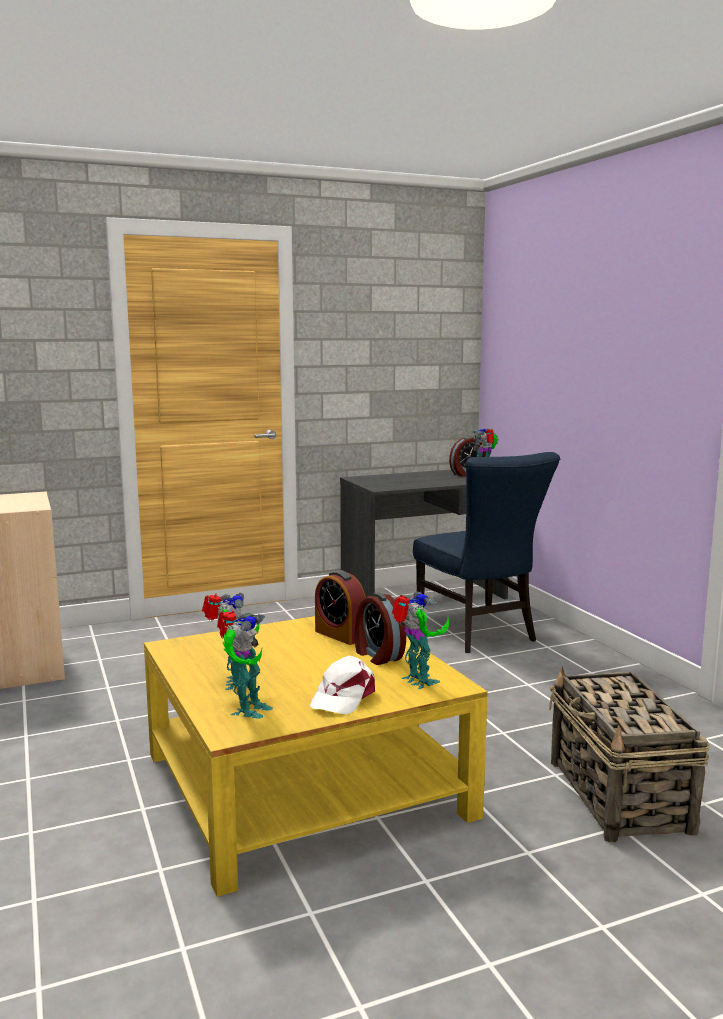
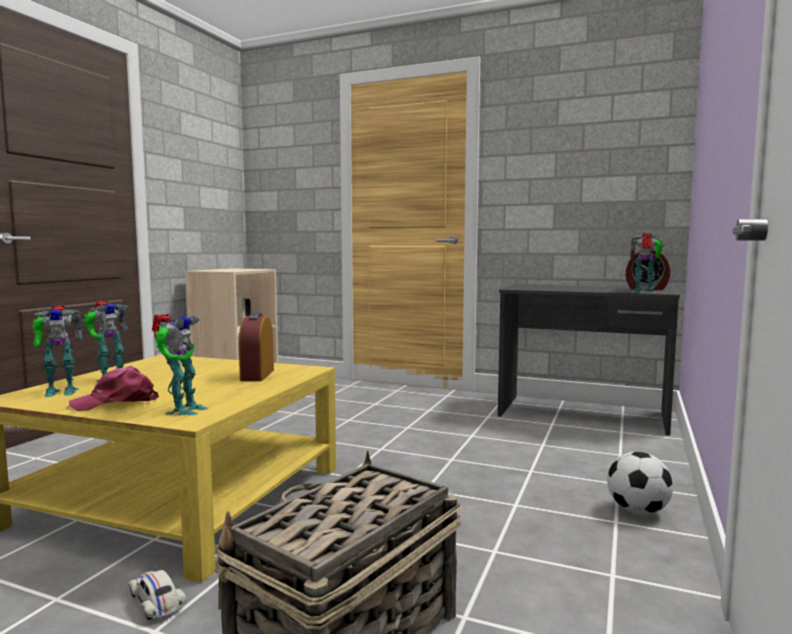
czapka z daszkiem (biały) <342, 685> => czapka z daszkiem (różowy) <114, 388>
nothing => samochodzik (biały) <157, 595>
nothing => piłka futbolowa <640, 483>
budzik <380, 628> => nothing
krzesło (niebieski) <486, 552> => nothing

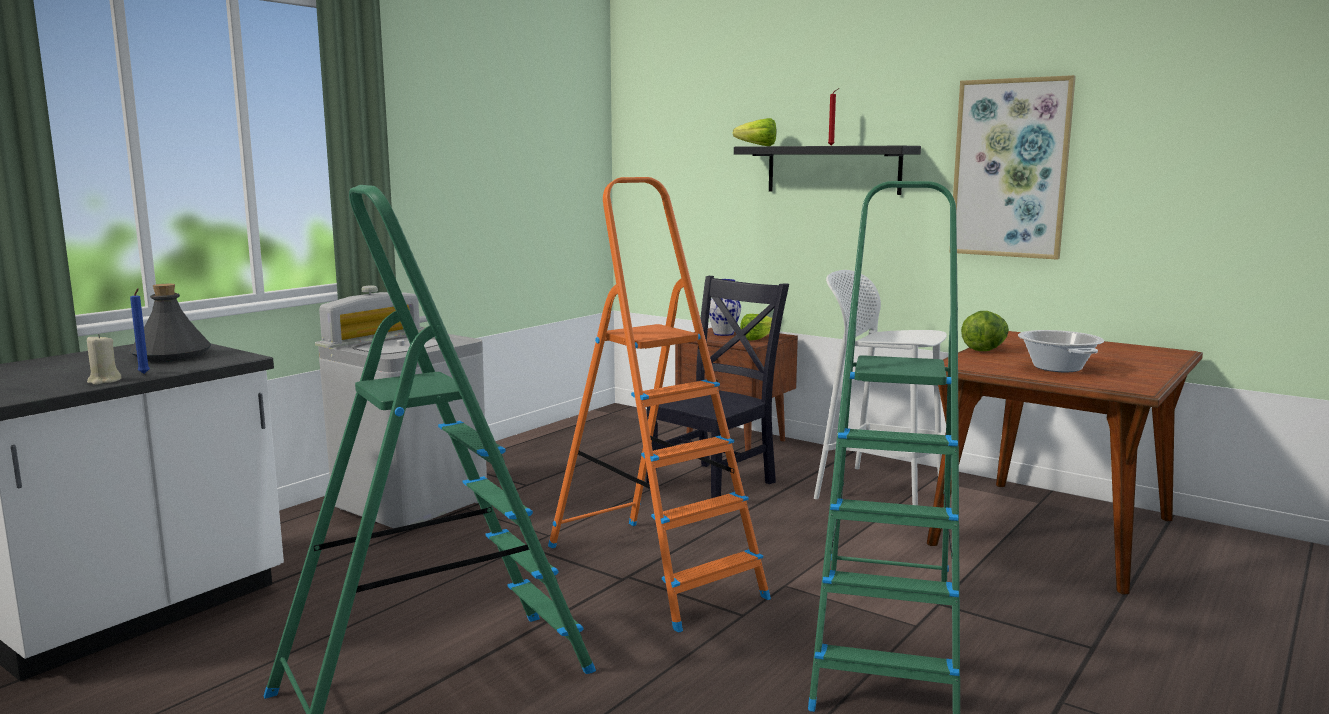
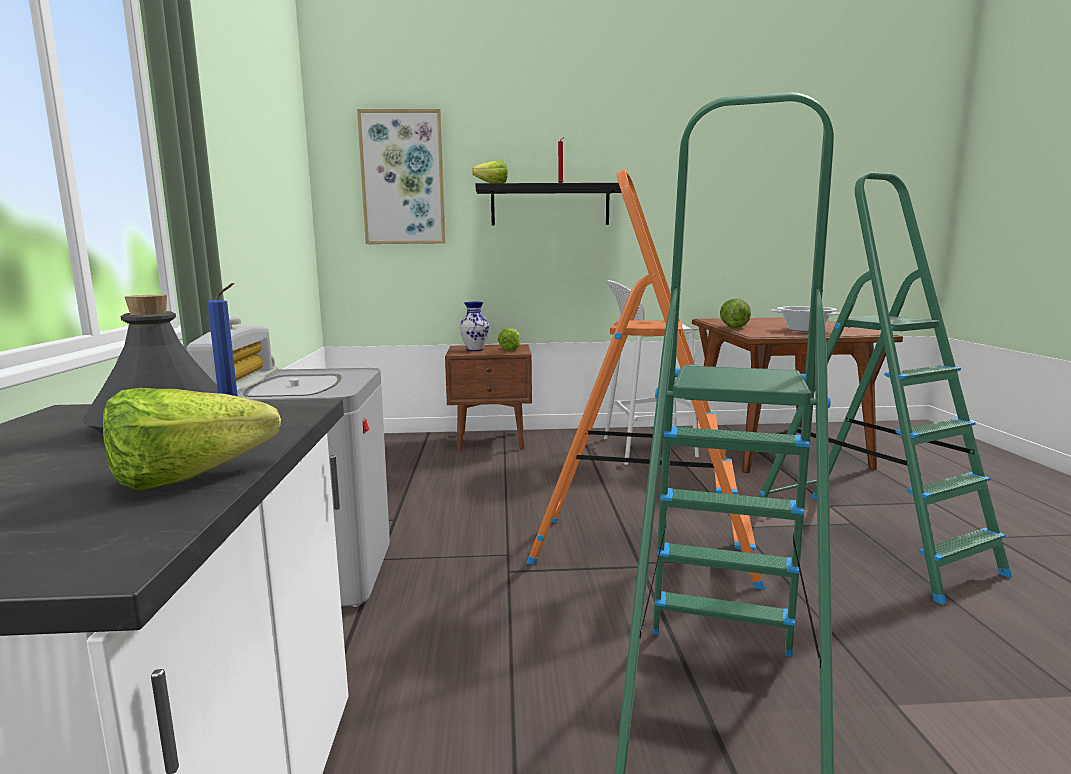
świeca (beżowy) <104, 359> => sałata <192, 439>
obraz <1012, 167> => obraz <401, 176>, move
krzesło (czarny) <718, 387> => nothing

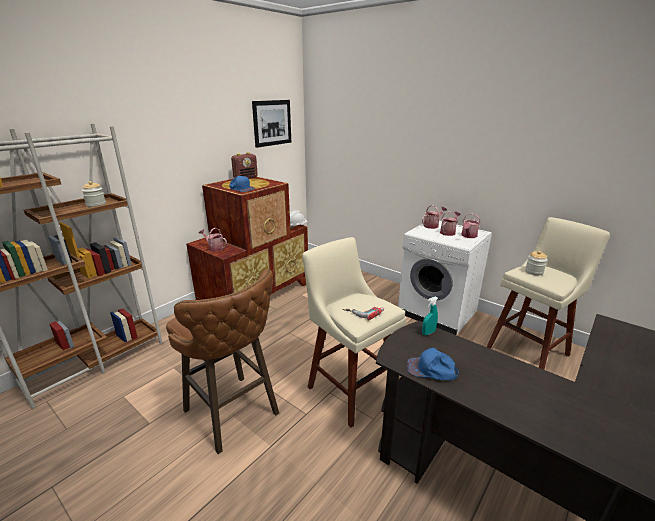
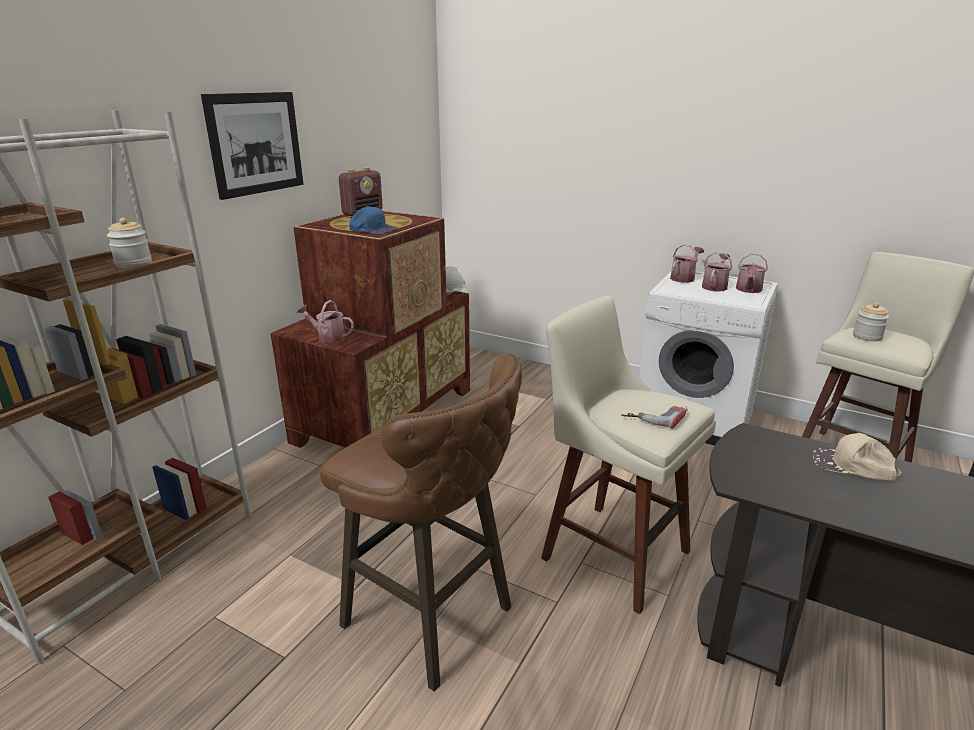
obraz <271, 124> => obraz <252, 146>, move
nothing => czapka z daszkiem (beżowy) <857, 457>
czapka z daszkiem (niebieski) <433, 364> => nothing
spryskiwacz (turkusowy) <430, 316> => nothing

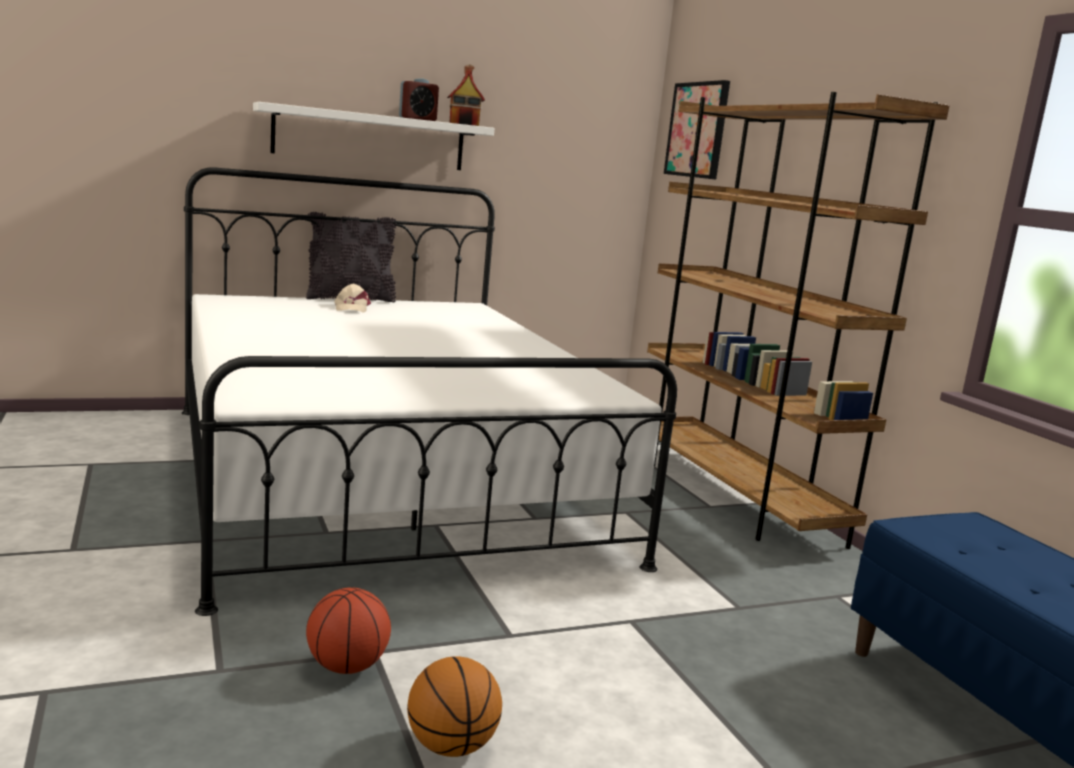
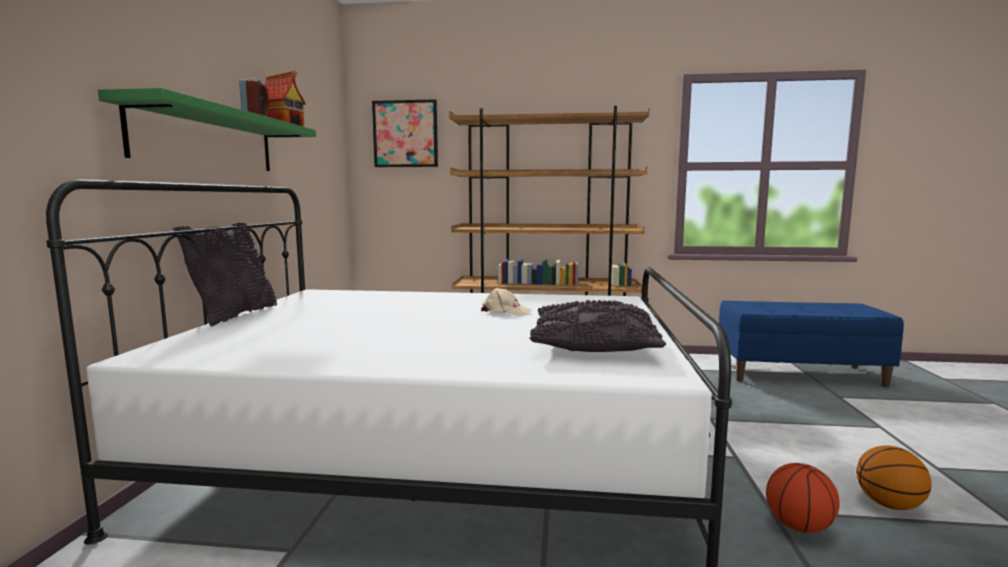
półka (biały) <374, 136> => półka (zielony) <207, 129>
czapka z daszkiem (beżowy) <352, 298> => czapka z daszkiem (beżowy) <506, 302>, move
nothing => poduszka (czarny) <597, 326>

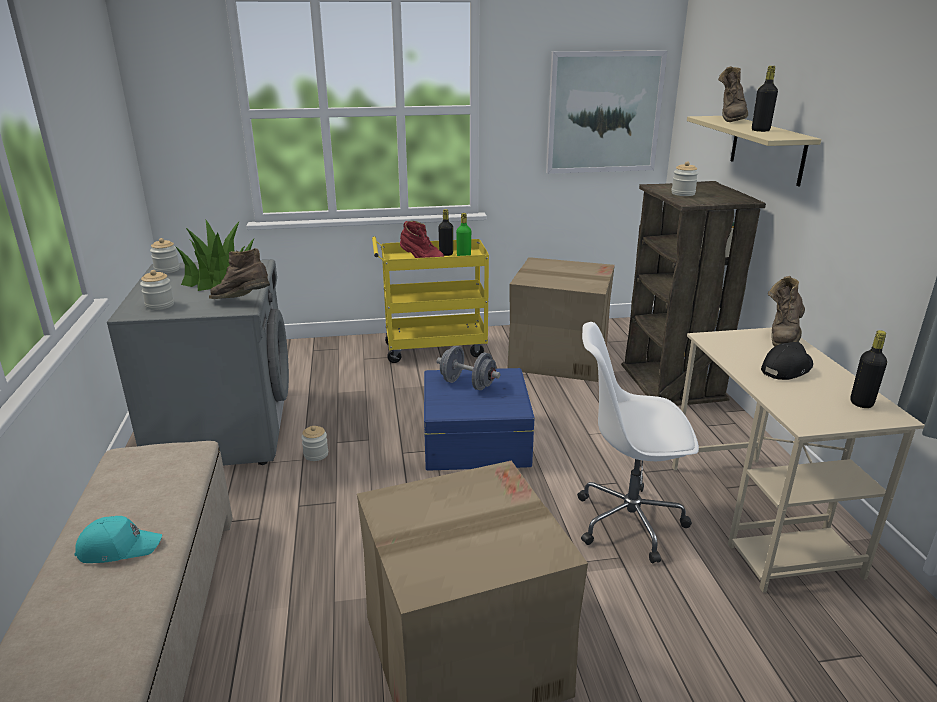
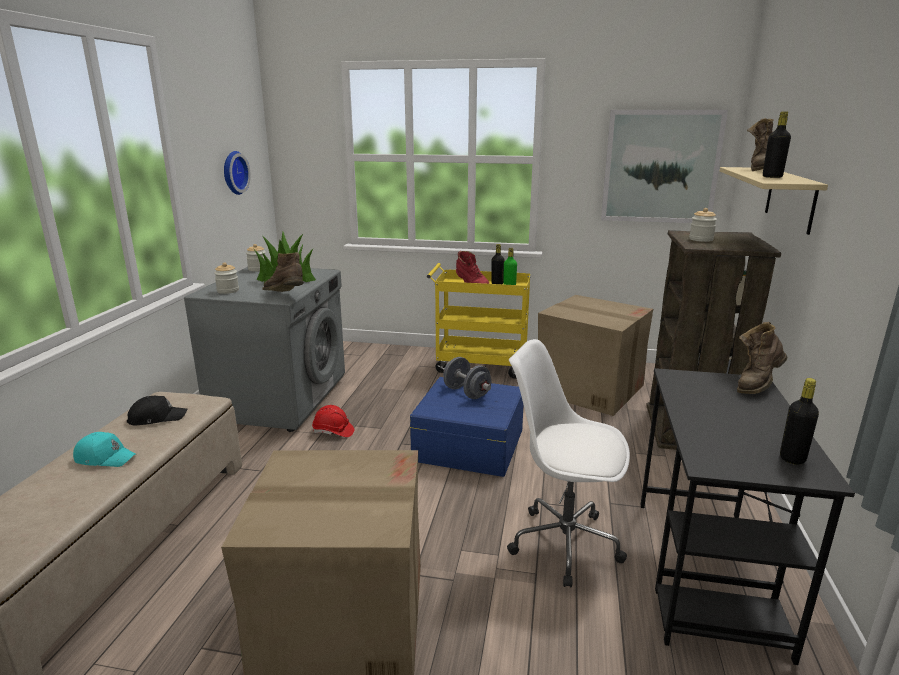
czapka z daszkiem (czarny) <787, 361> => czapka z daszkiem (czarny) <157, 410>, move
nothing => zegar ścienny <237, 173>
słoik <314, 443> => kask (czerwony) <333, 421>
biurko (beżowy) <798, 460> => biurko (czarny) <748, 516>

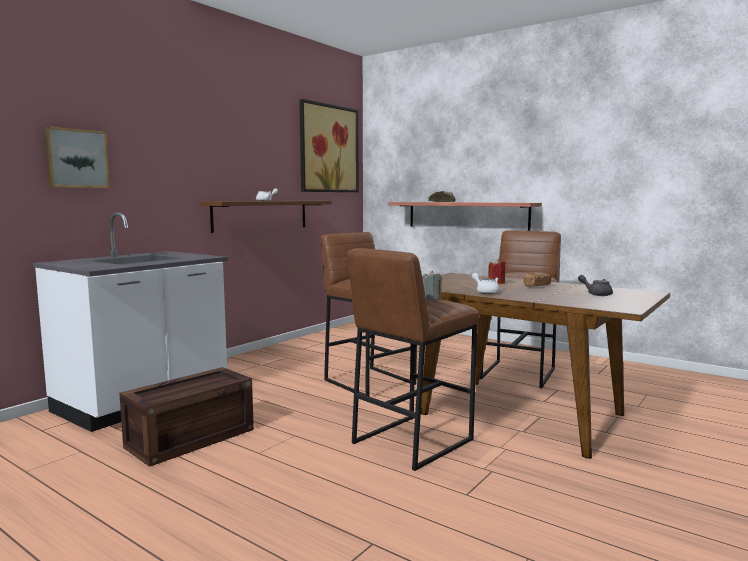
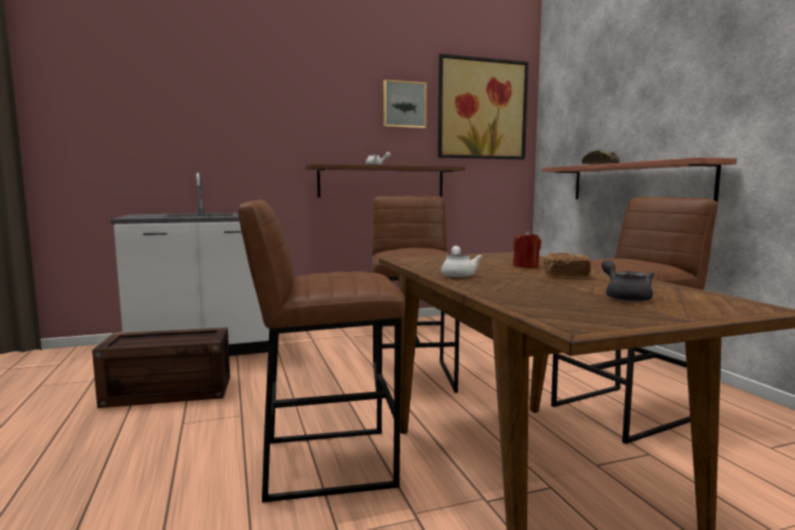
obraz <77, 157> => obraz <405, 104>, move
świeca (szary) <432, 285> => nothing

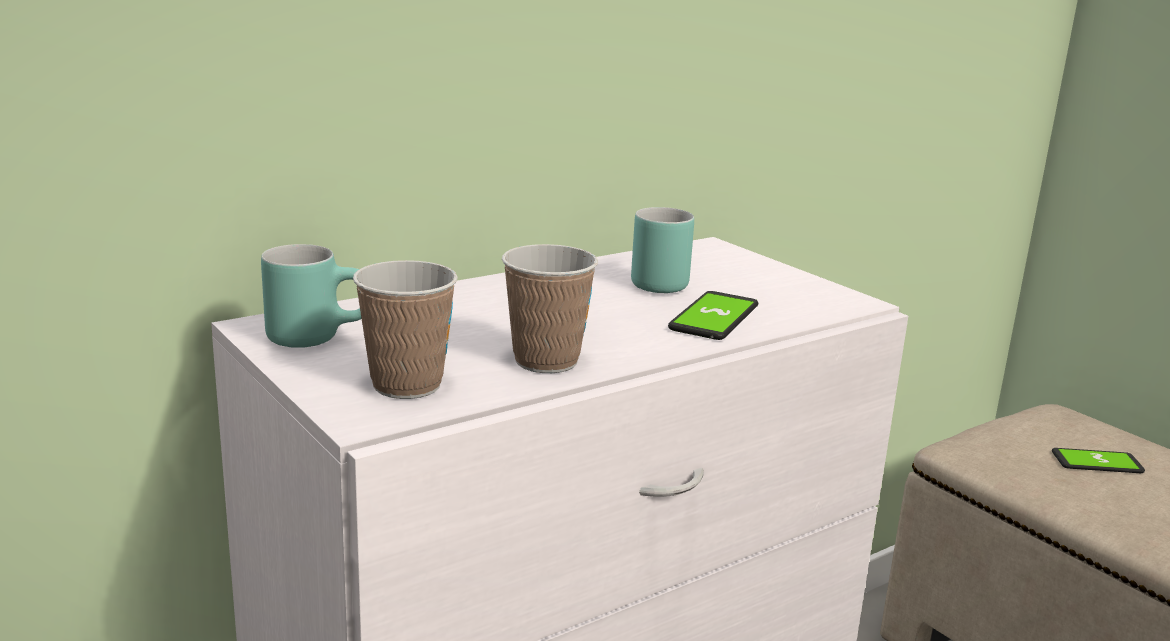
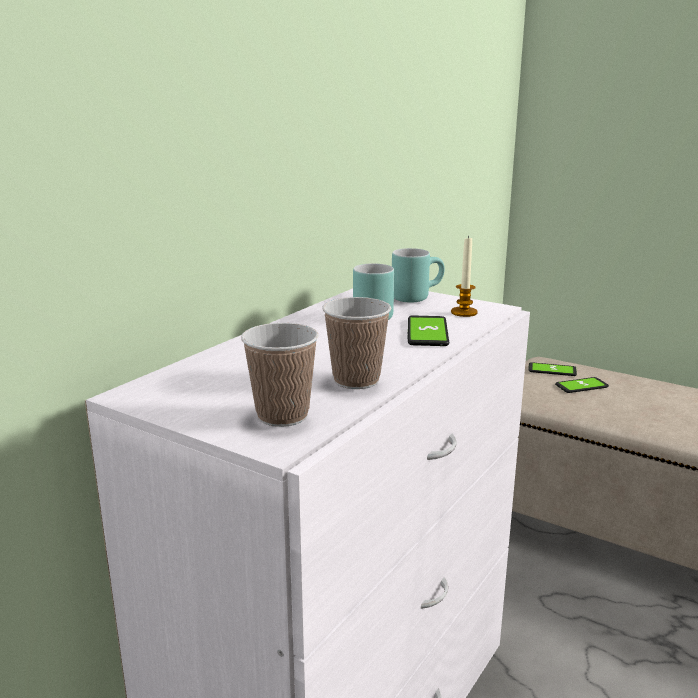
kubek (turkusowy) <311, 296> => kubek (turkusowy) <418, 275>, move
nothing => świeca <464, 276>
nothing => telefon <552, 369>

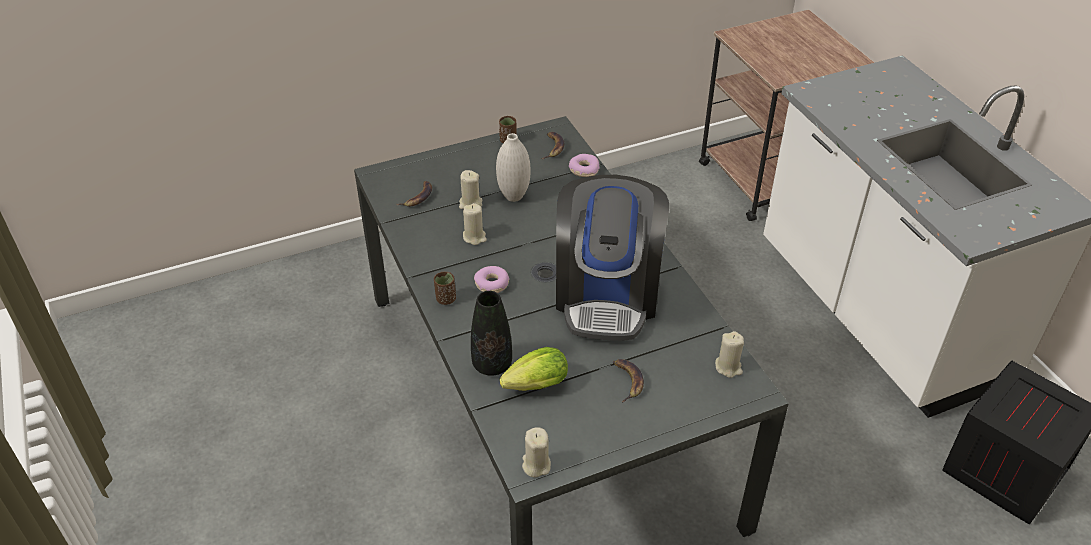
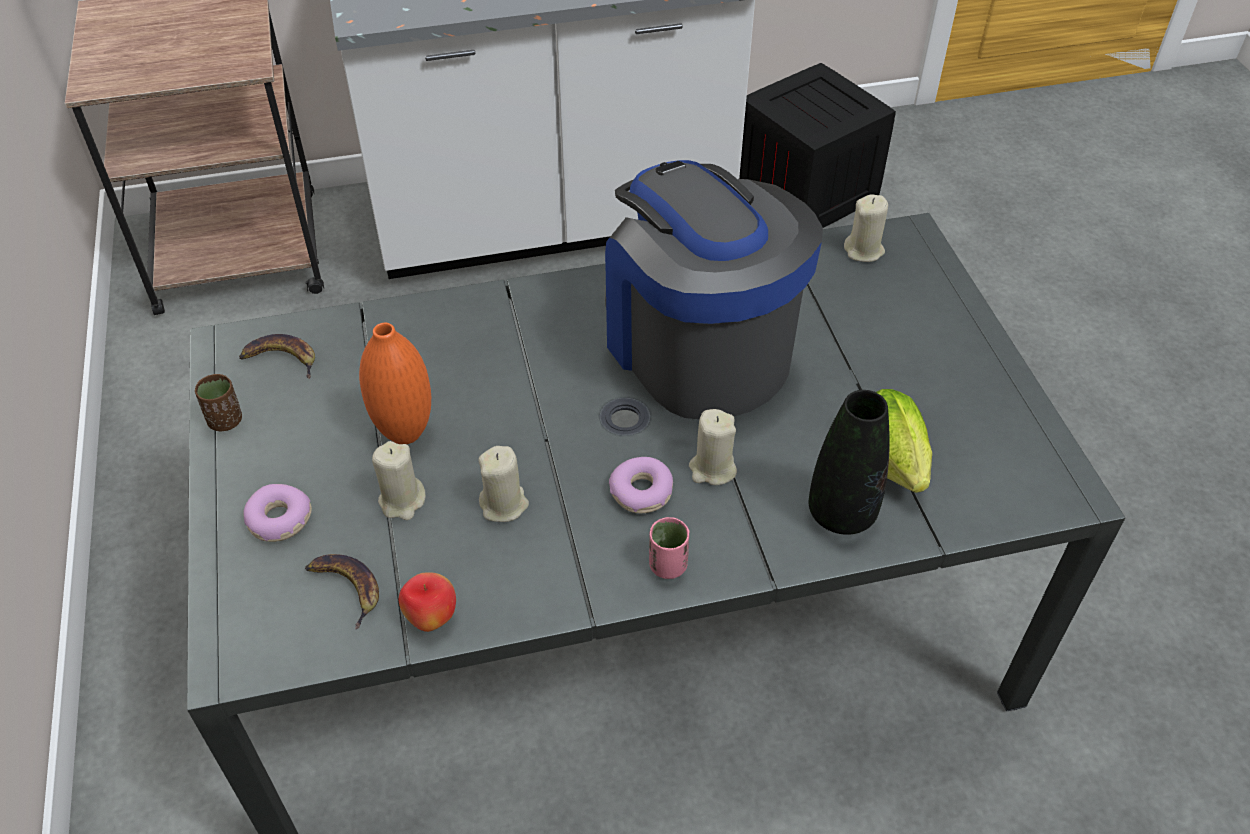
donut <584, 165> => donut <277, 513>, move
wazon (biały) <513, 167> => wazon (pomarańczowy) <395, 383>
nothing => jabłko <427, 602>
ekspres do kawy <612, 258> => ekspres do kawy <714, 289>, 135 degrees counterclockwise
filiżanka (brązowy) <445, 288> => filiżanka (różowy) <669, 548>
świeca (beżowy) <536, 452> => świeca (beżowy) <713, 447>, move
banan <628, 380> => nothing

